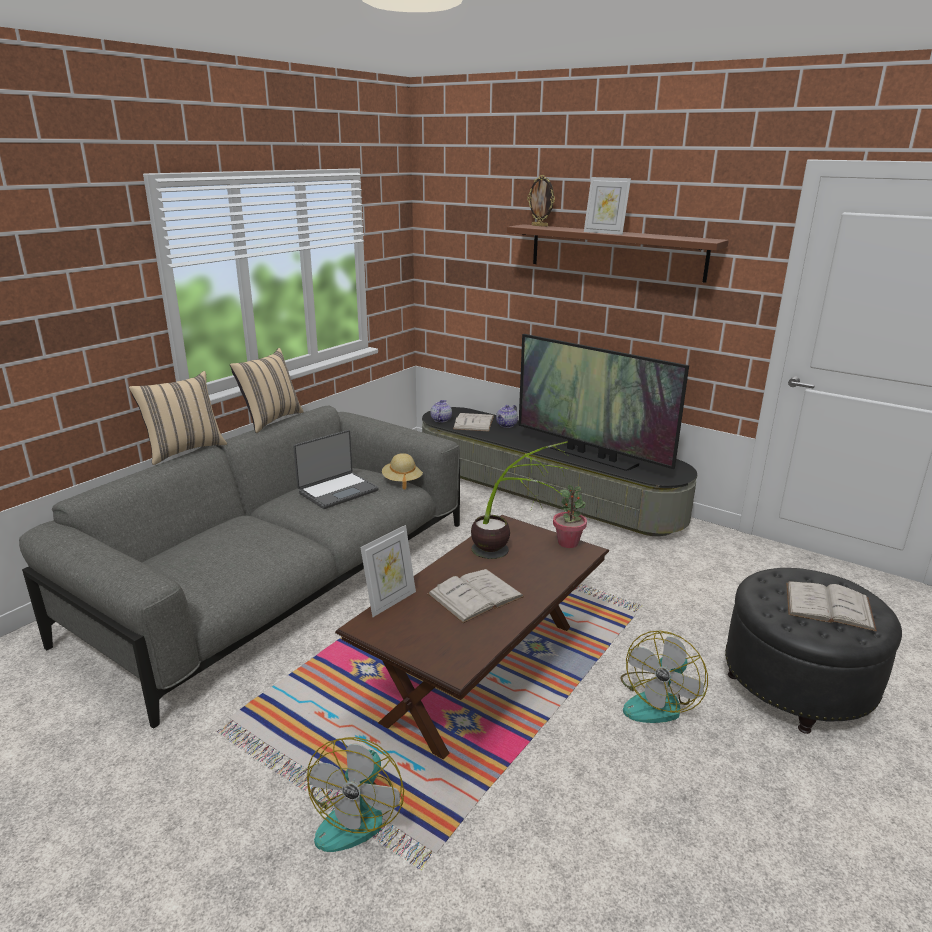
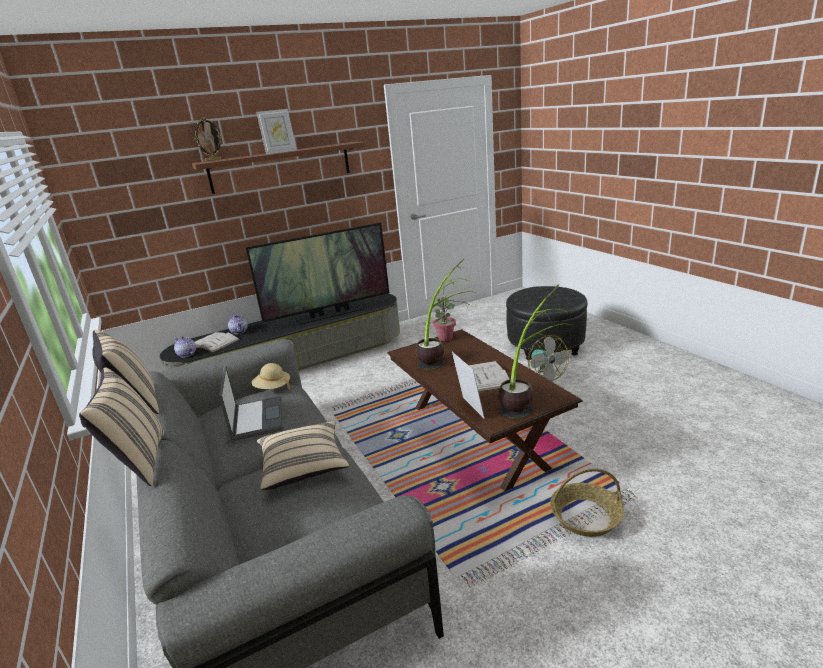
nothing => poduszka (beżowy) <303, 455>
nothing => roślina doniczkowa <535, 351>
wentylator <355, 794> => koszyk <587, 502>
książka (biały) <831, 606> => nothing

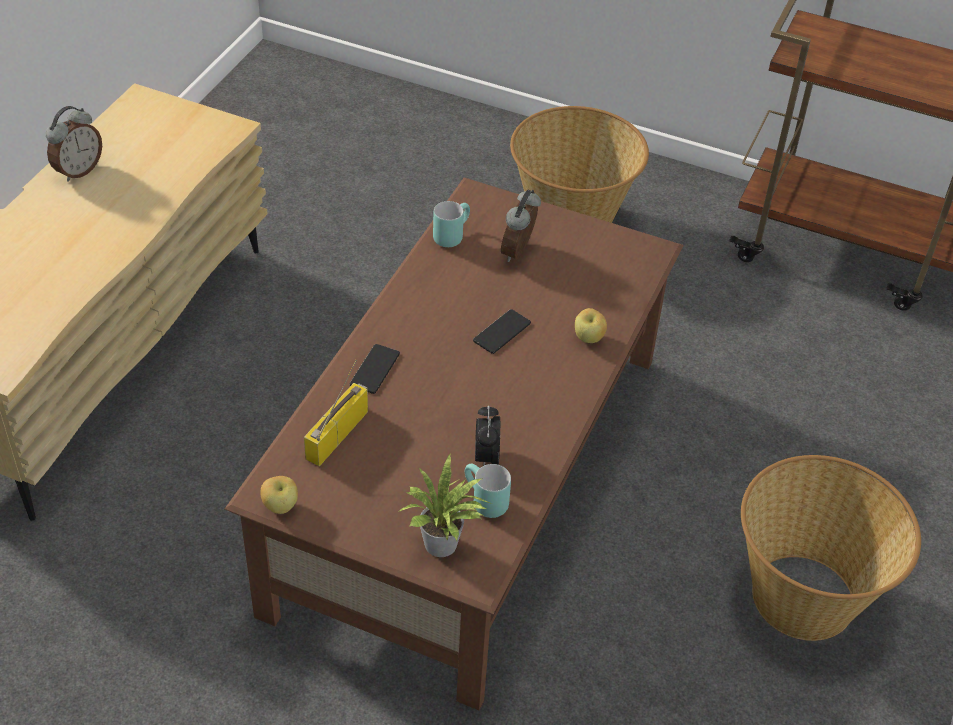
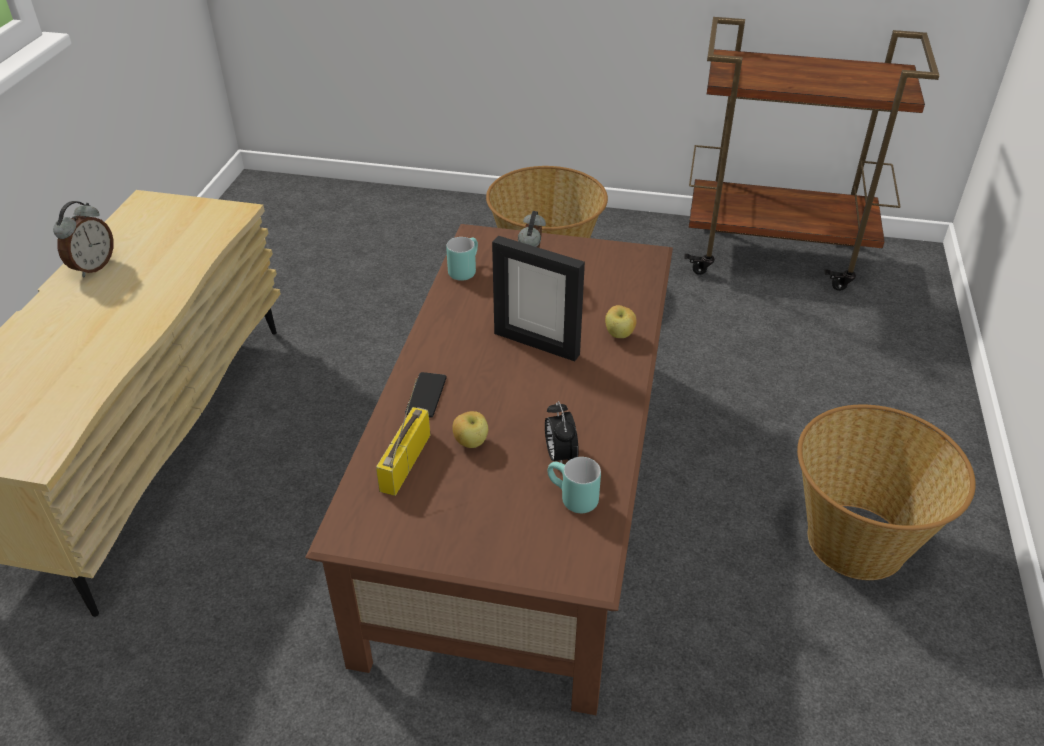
jabłko <279, 495> => jabłko <470, 429>, move
telefon <502, 331> => ramka na zdjęcie <538, 298>
roślina doniczkowa <445, 506> => nothing

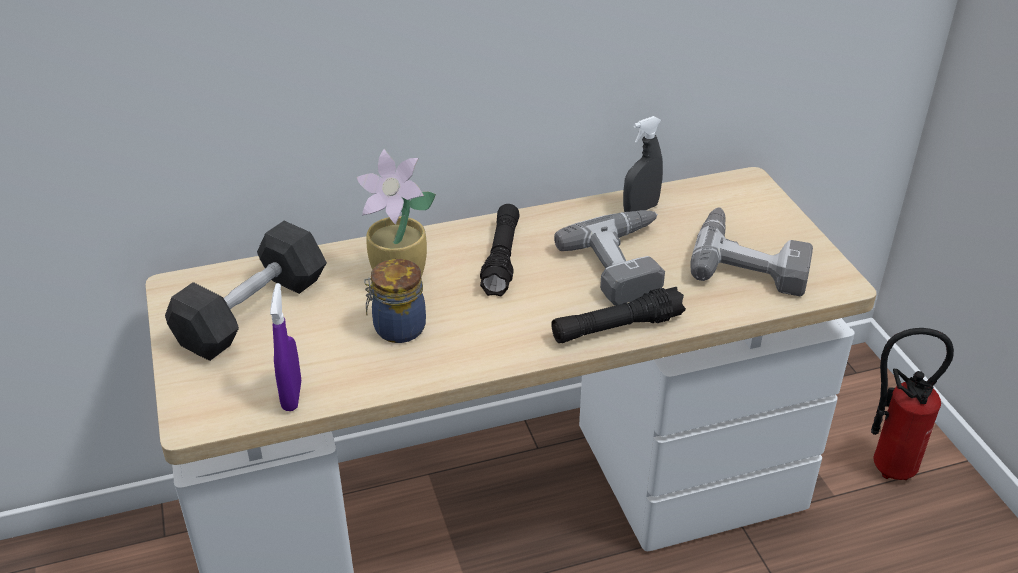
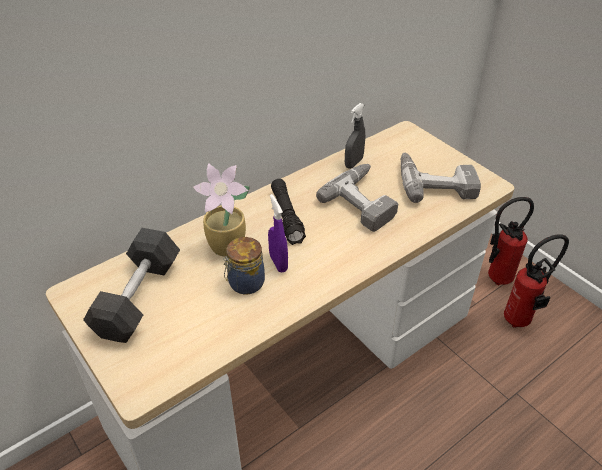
spryskiwacz (fioletowy) <285, 347> => spryskiwacz (fioletowy) <278, 233>, move
nothing => gaśnica <536, 281>
latarka (czarny) <618, 315> => nothing

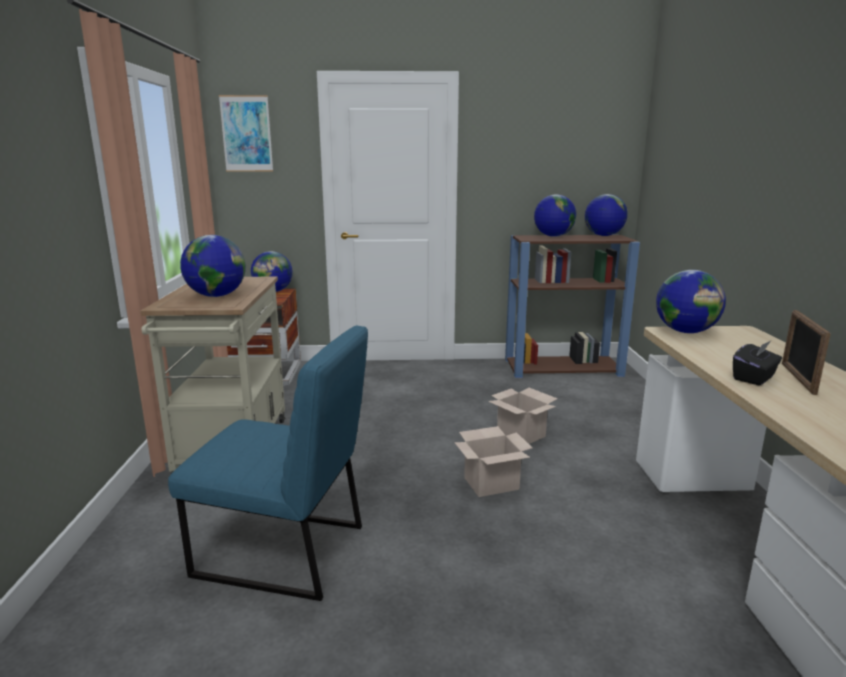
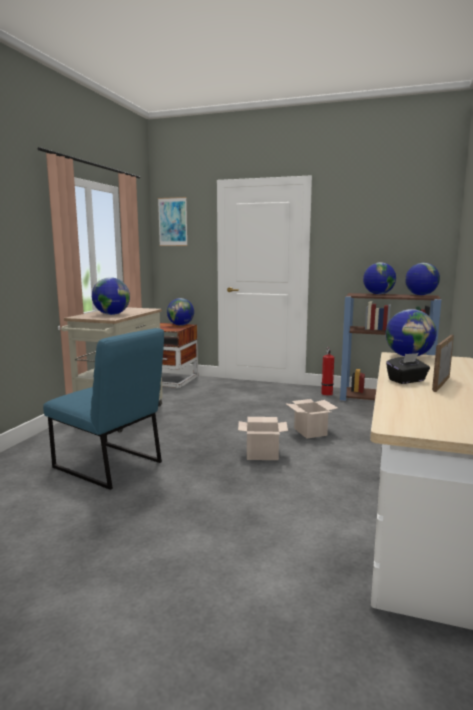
nothing => gaśnica <327, 371>

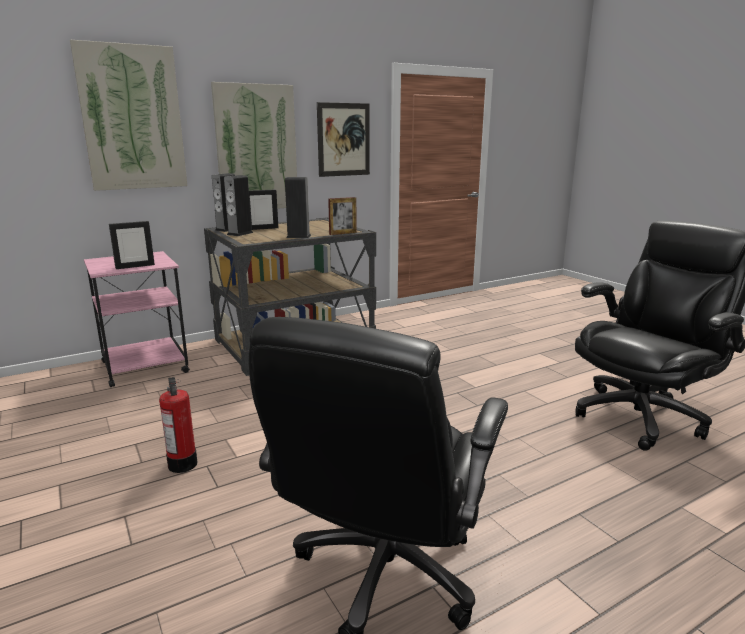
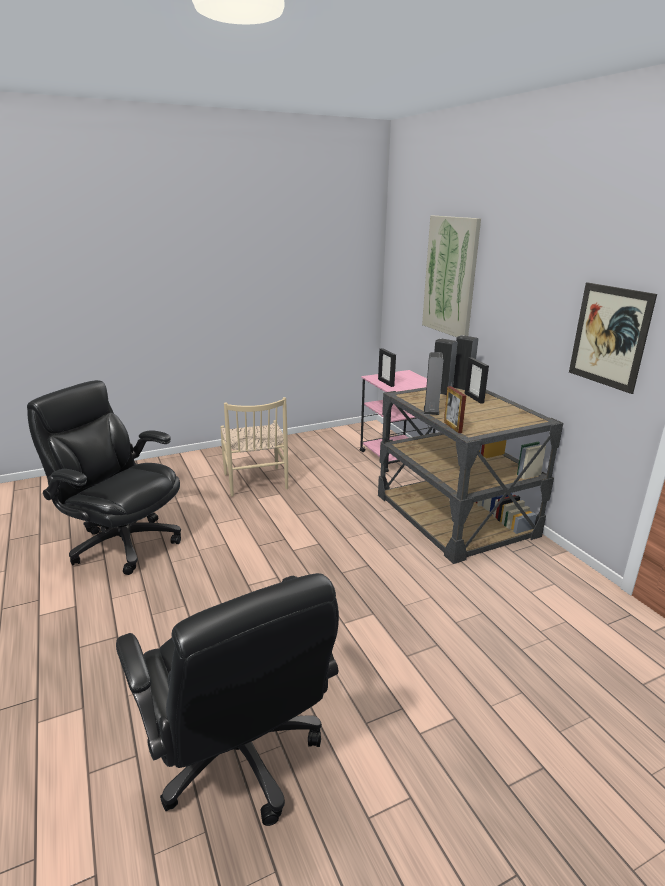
gaśnica <178, 425> => krzesło (beżowy) <254, 447>
obraz <254, 145> => nothing

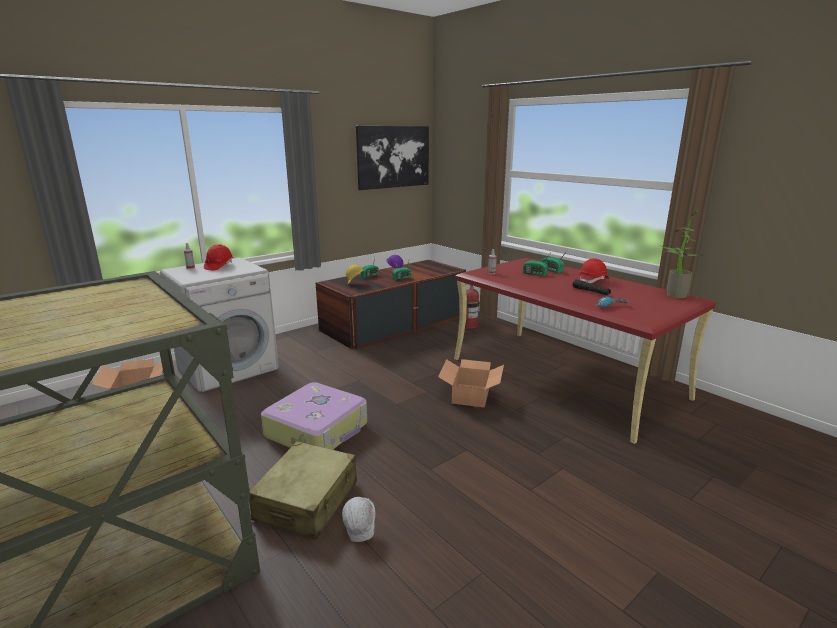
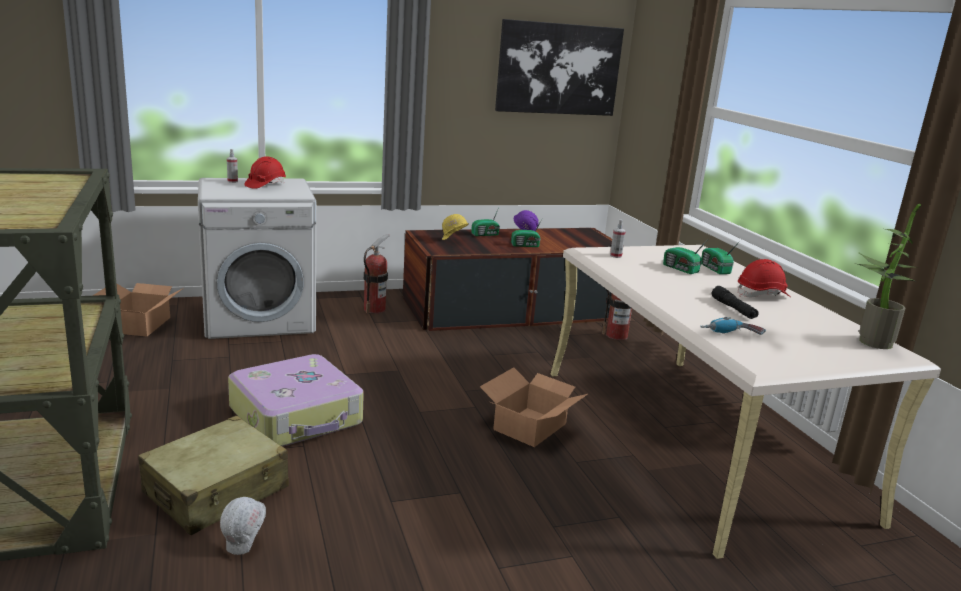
nothing => gaśnica <377, 274>
biurko (czerwony) <585, 351> => biurko (beżowy) <746, 402>

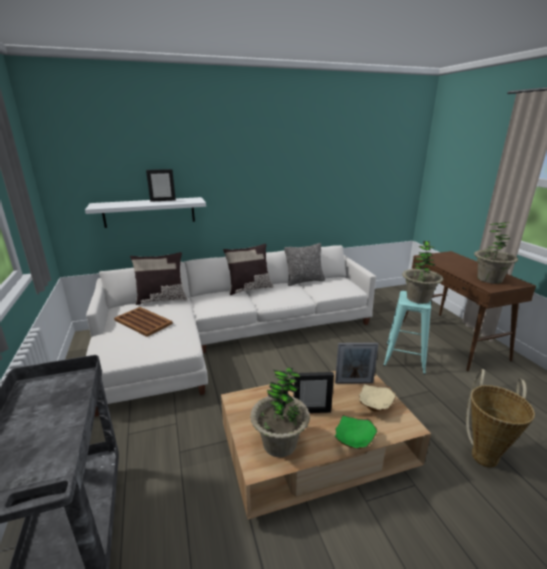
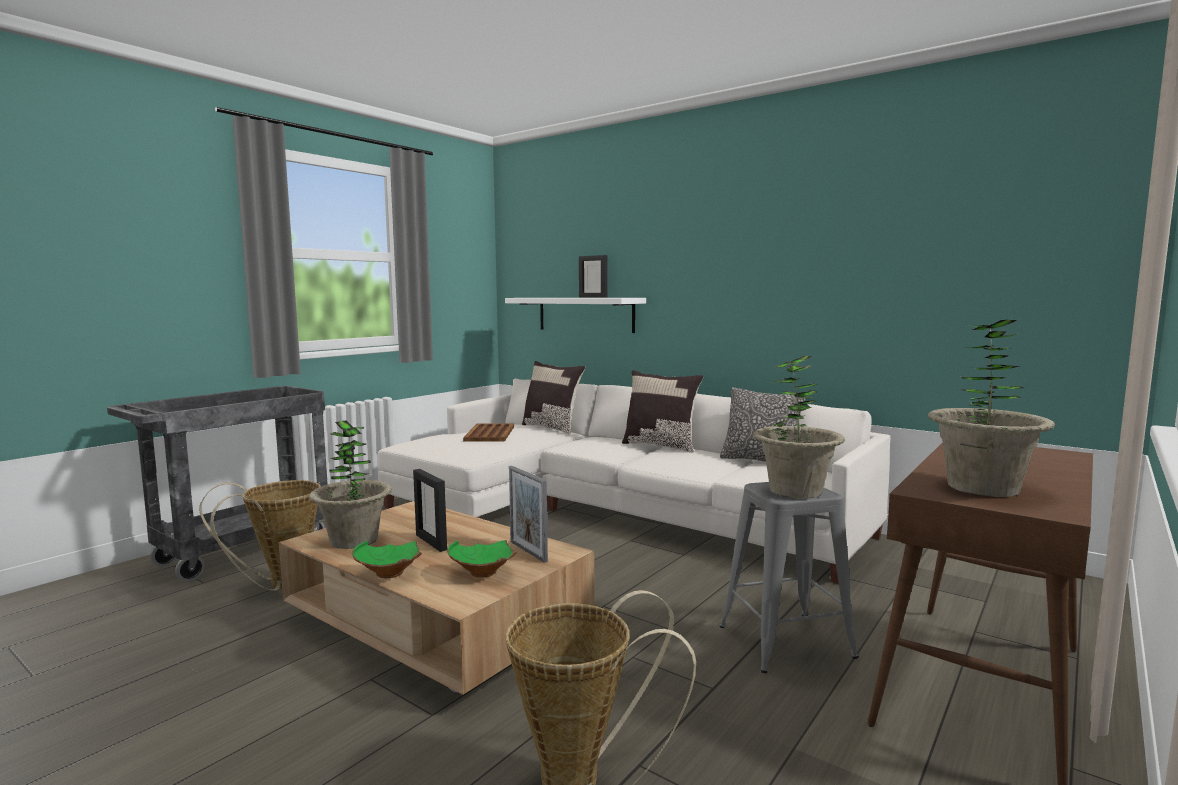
nothing => koszyk <260, 535>
miska (beżowy) <377, 398> => miska (zielony) <482, 559>
stołek (turkusowy) <407, 333> => stołek (szary) <789, 577>

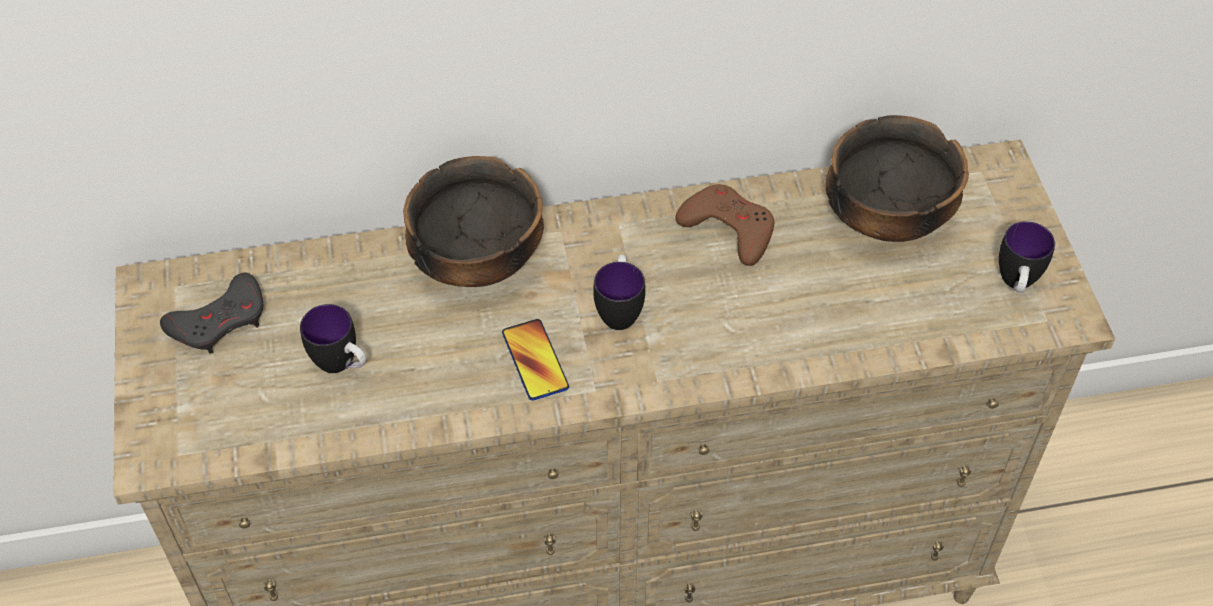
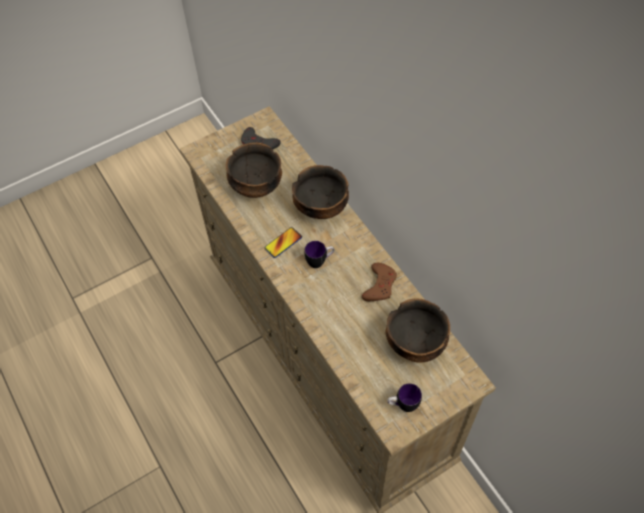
kubek <333, 338> => miska <254, 170>

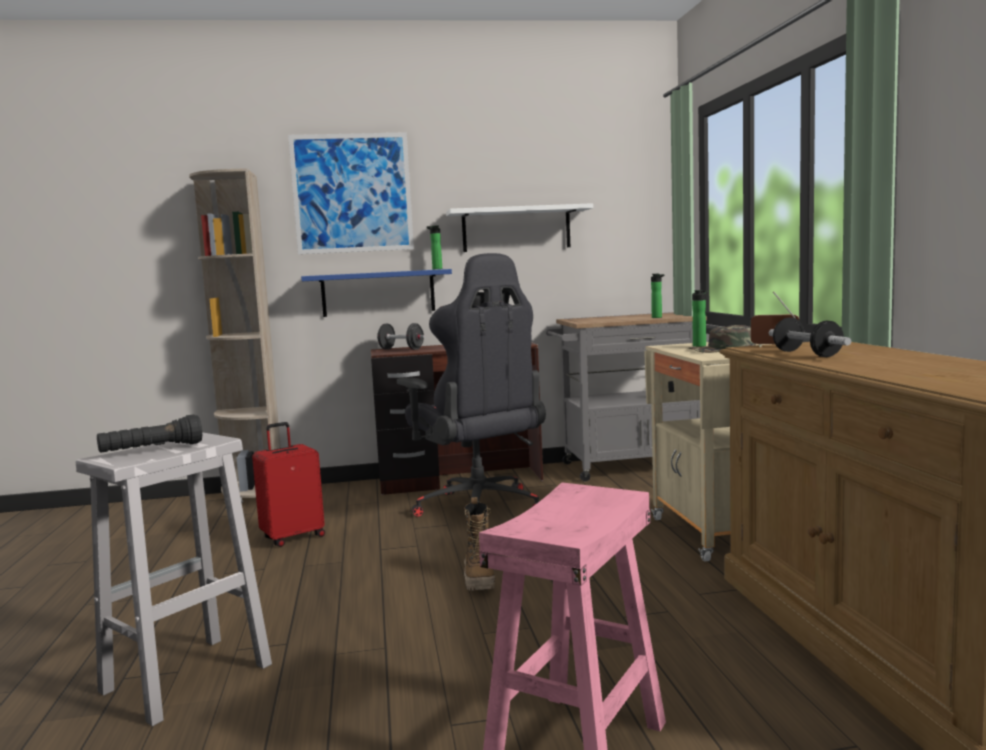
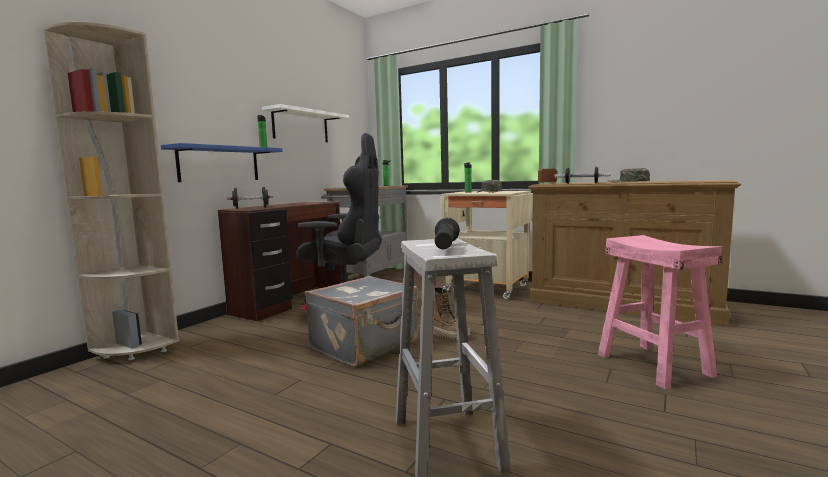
nothing => walizka (szary) <362, 321>
nothing => czapka z daszkiem (zielony) <628, 175>
walizka (czerwony) <288, 484> => nothing
obraz <351, 193> => nothing

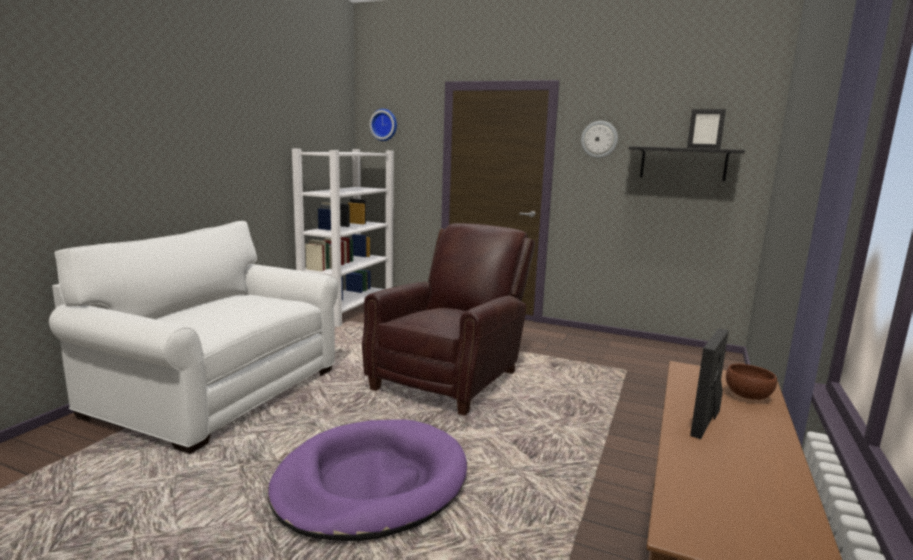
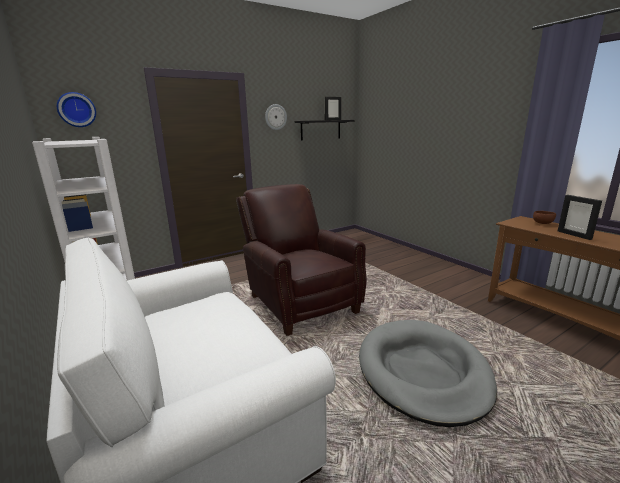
legowisko (fioletowy) <367, 480> => legowisko (szary) <428, 373>

